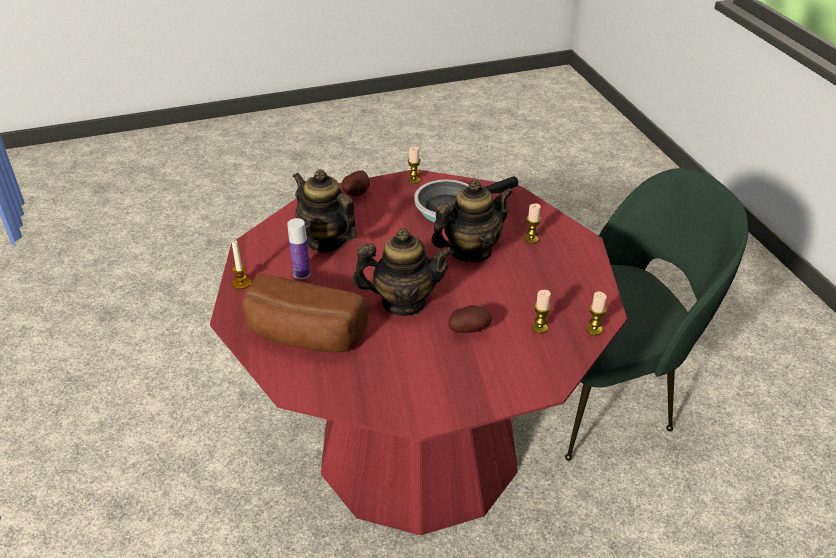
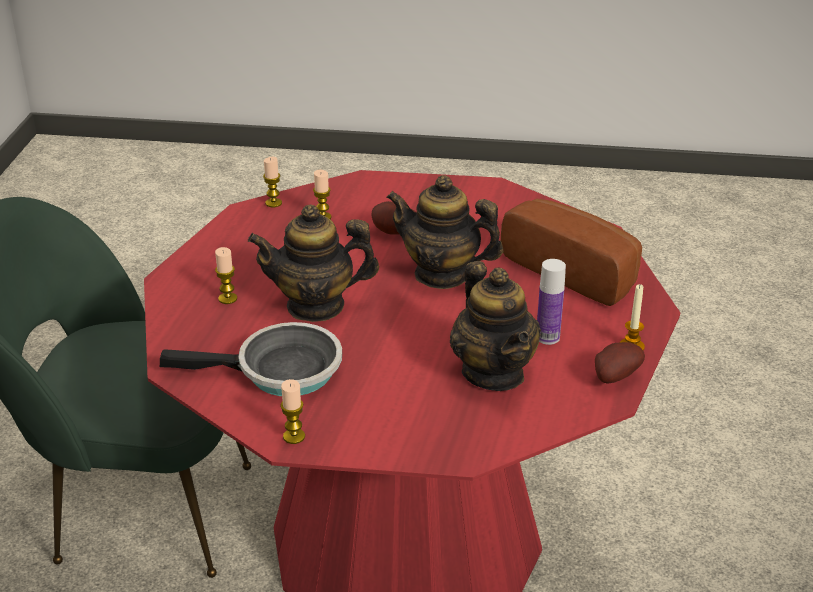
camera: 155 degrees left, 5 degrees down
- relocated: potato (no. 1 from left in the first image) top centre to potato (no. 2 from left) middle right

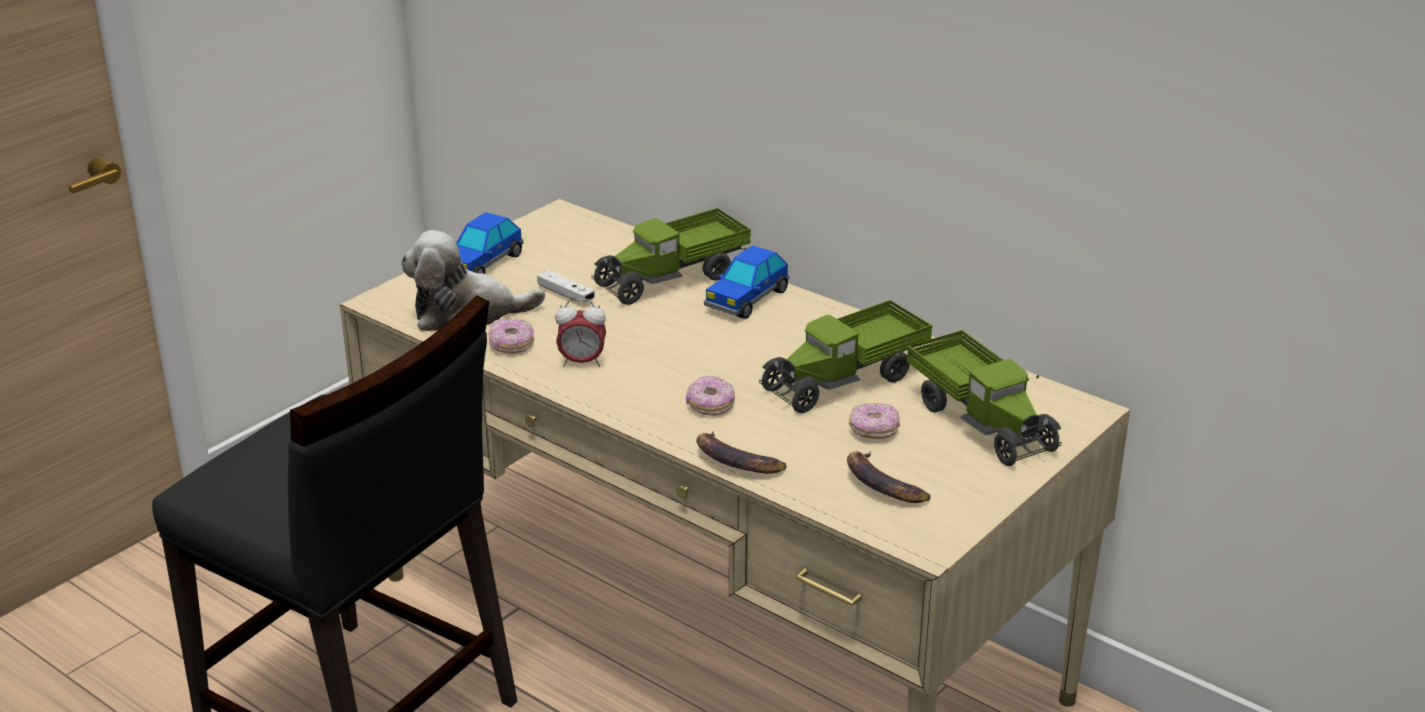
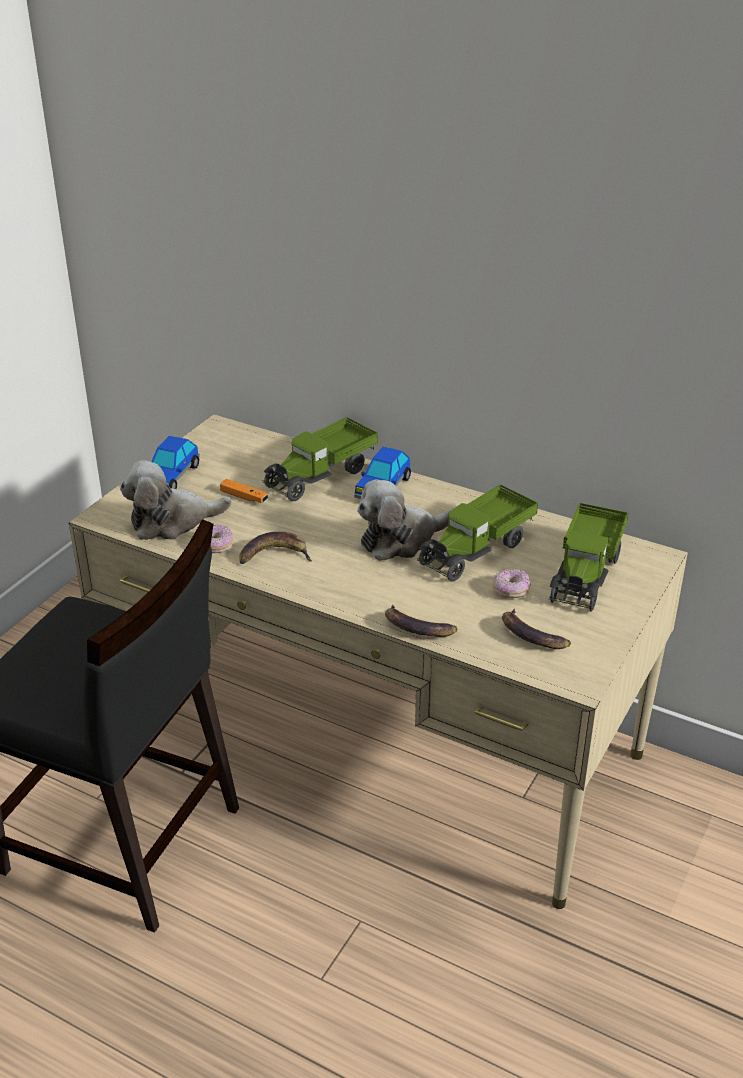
camera: 10 degrees left, 5 degrees up
- missing: doughnut (no. 2 from left) centre
- appeared: soft toy (no. 2 from left) centre
- exchanged: alarm clock centre to whole banana (no. 1 from left) centre
- colour: gamepad/white-coloured centre to gamepad/orangey middle left
- spun: toy truck (no. 3 from left) middle right = middle right 60 degrees clockwise

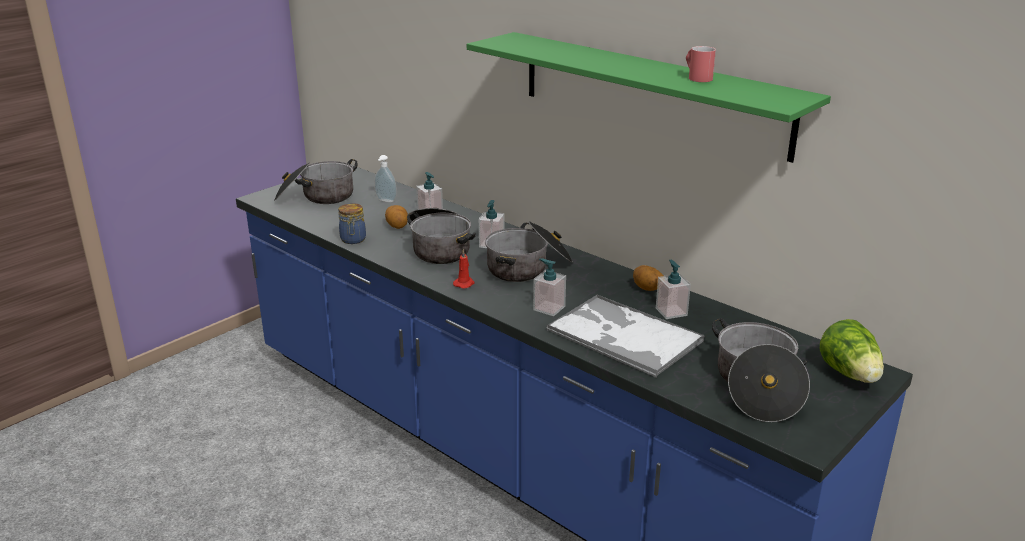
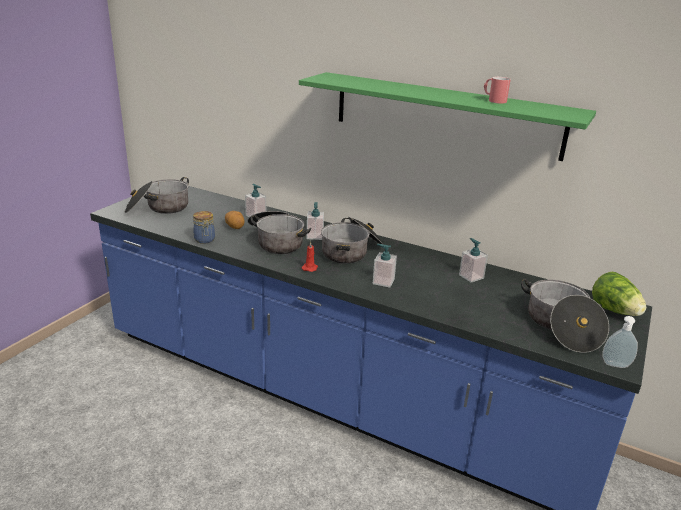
camera: 15 degrees left, 0 degrees up
- missing: serving tray centre
- missing: potato (no. 2 from left) centre
- relocated: soap bottle (no. 1 from left in the first image) top centre to soap bottle (no. 5 from left) bottom right

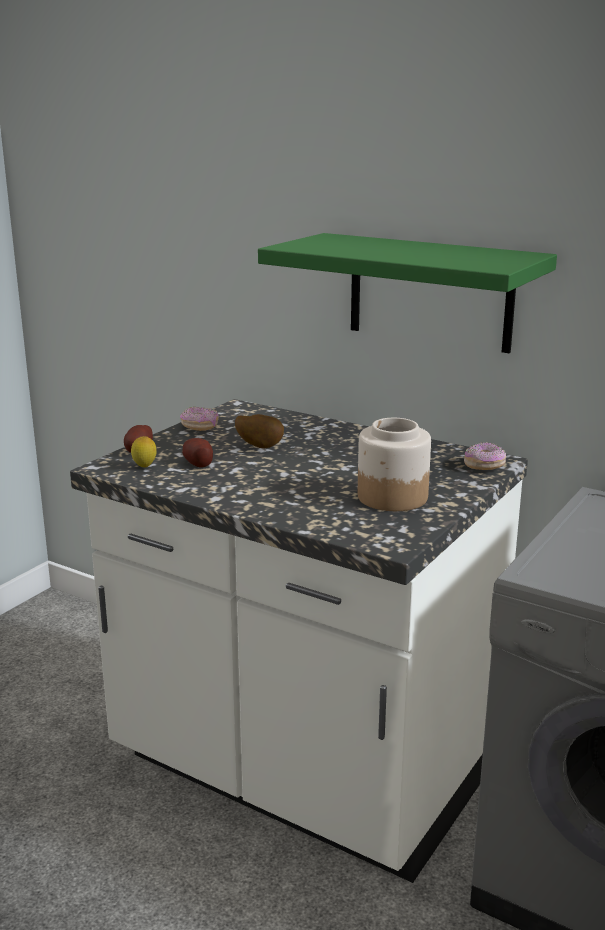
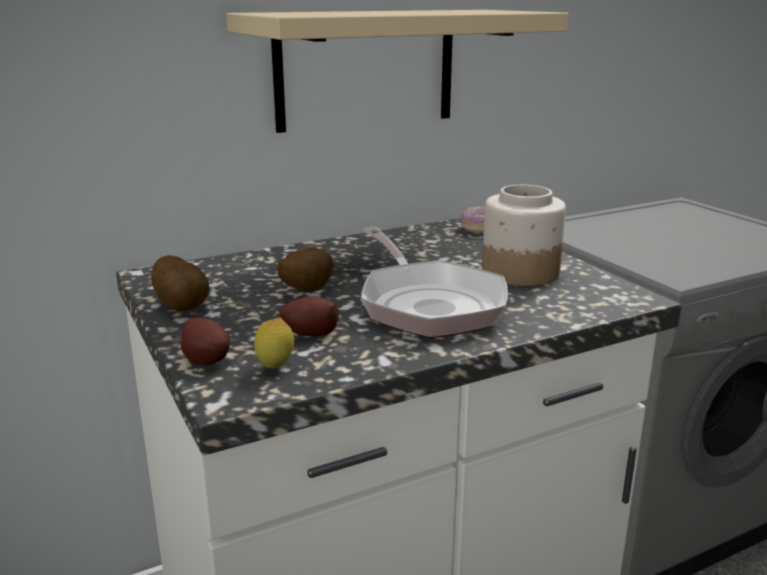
camera: 60 degrees left, 0 degrees up
- appeared: skillet centre
- exchanged: doughnut (no. 1 from left) middle left to potato (no. 1 from left) middle left
- colour: wall shelf/green top right to wall shelf/sand-coloured top centre

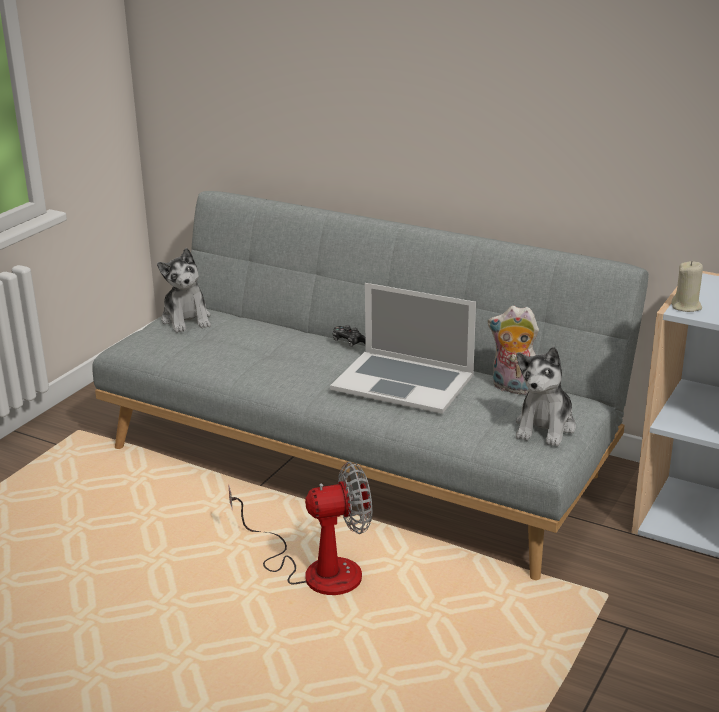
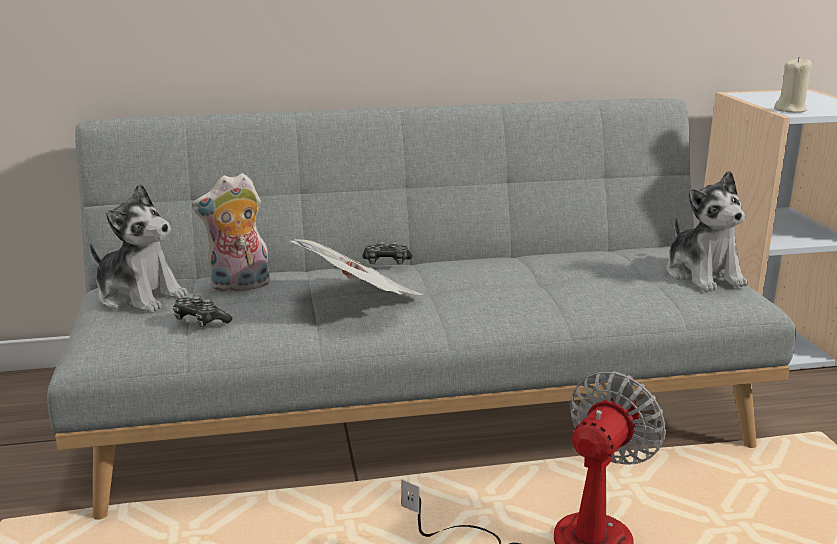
camera: 40 degrees left, 5 degrees down
- missing: portable computer centre
- appeared: gamepad (no. 1 from left) middle left
- appeared: printed paper centre
- relocated: soft toy (no. 2 from left) middle right to middle left

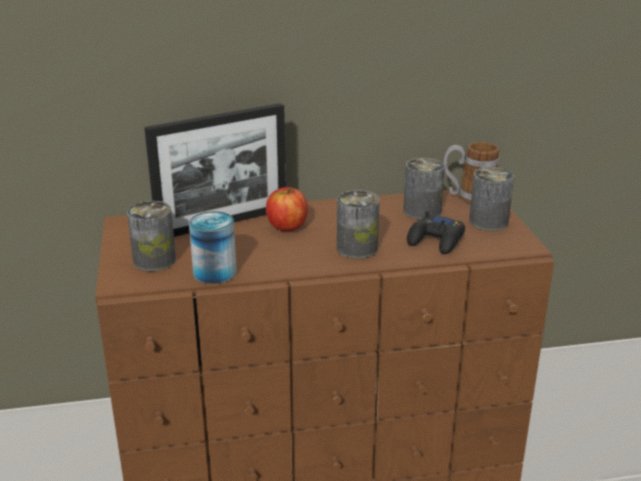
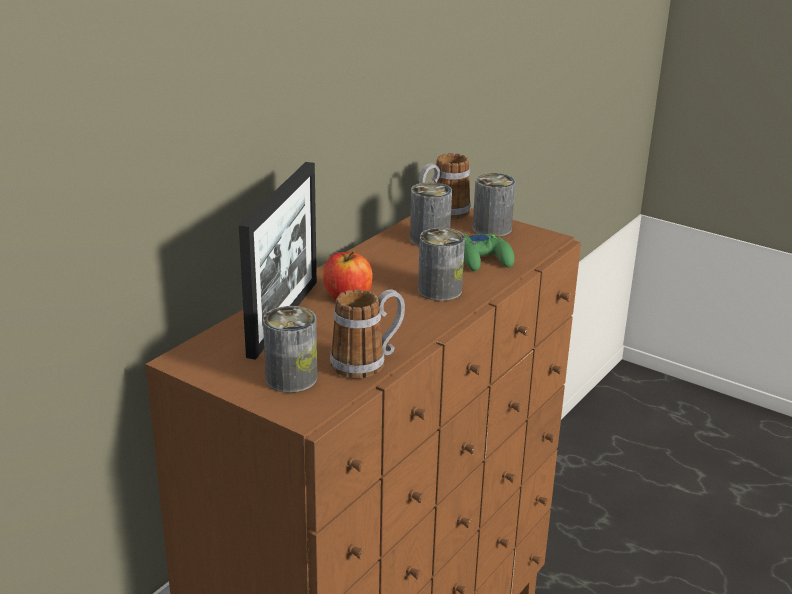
camera: 45 degrees left, 0 degrees up
- exchanged: metal can (no. 2 from left) middle left to coffee mug (no. 1 from left) centre
- colour: gamepad/black middle right to gamepad/green centre

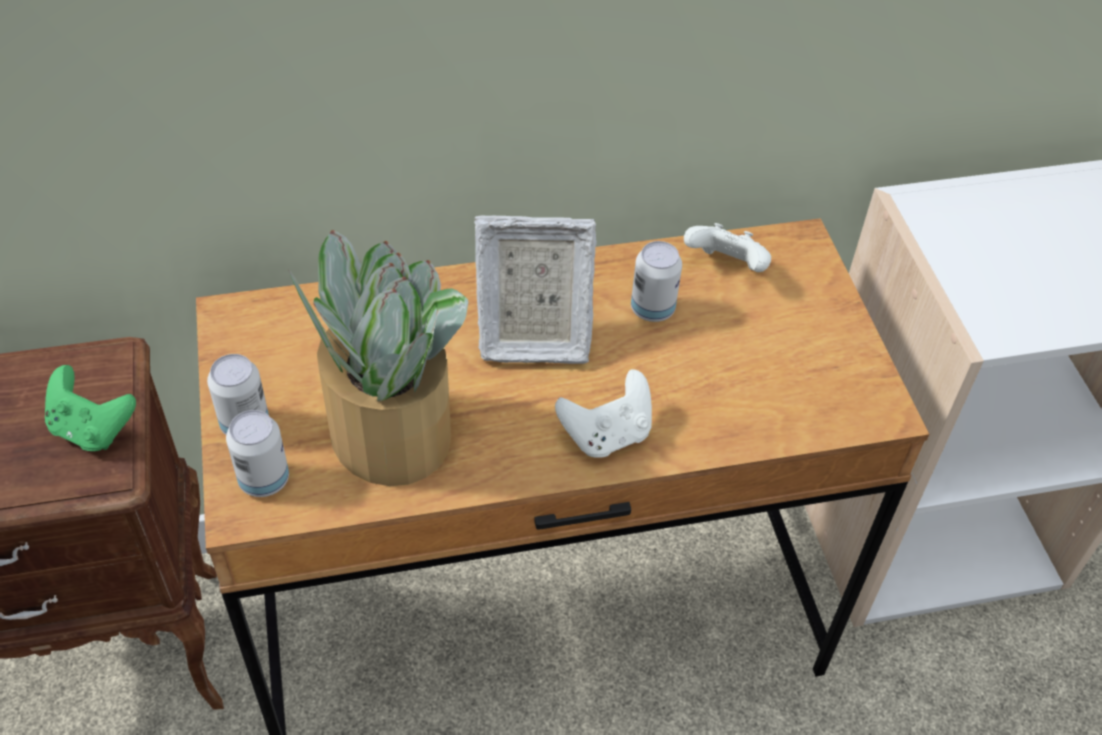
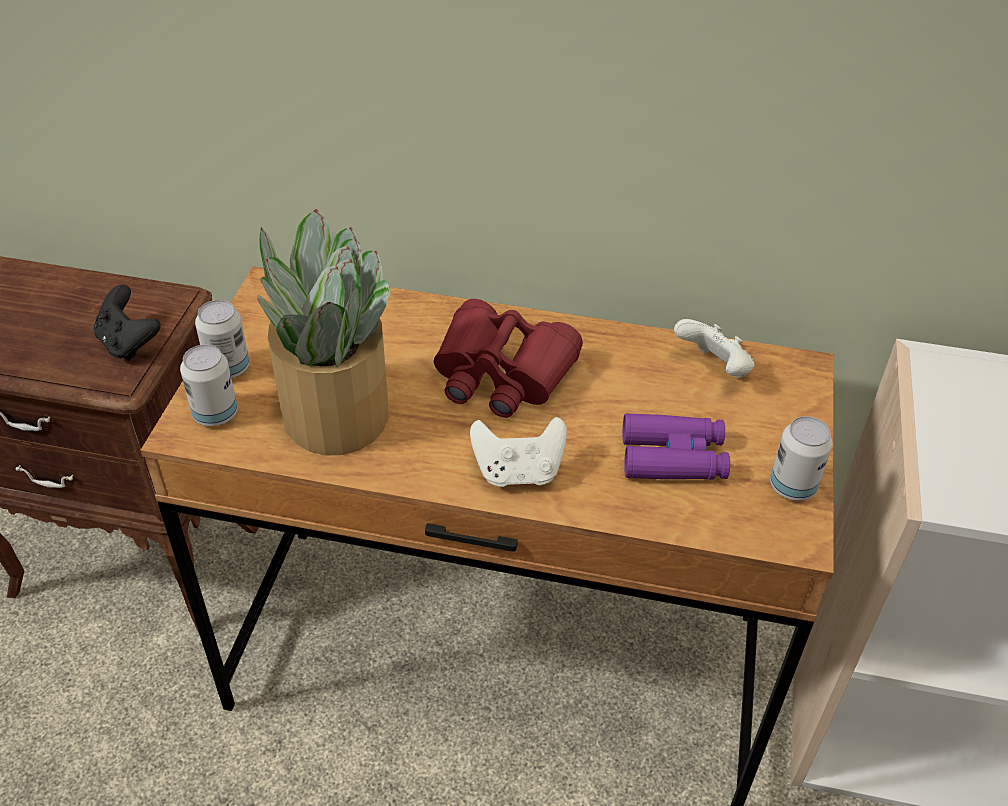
camera: 25 degrees right, 5 degrees down
- appeared: field glasses/purple middle right
- relocated: metal can (no. 3 from left) centre to middle right
- exchanged: standing frame centre to field glasses/red centre
- colour: gamepad/green middle left to gamepad/black middle left

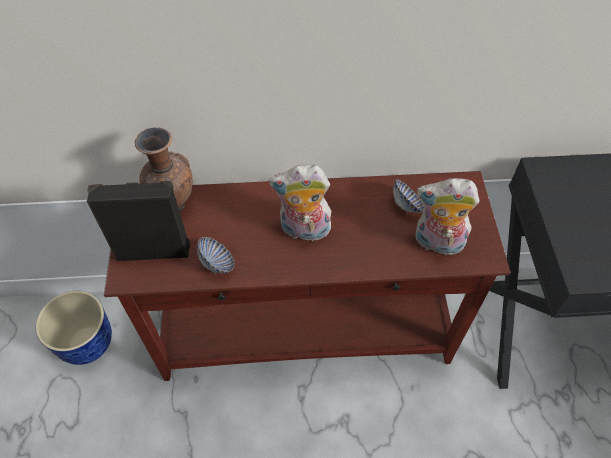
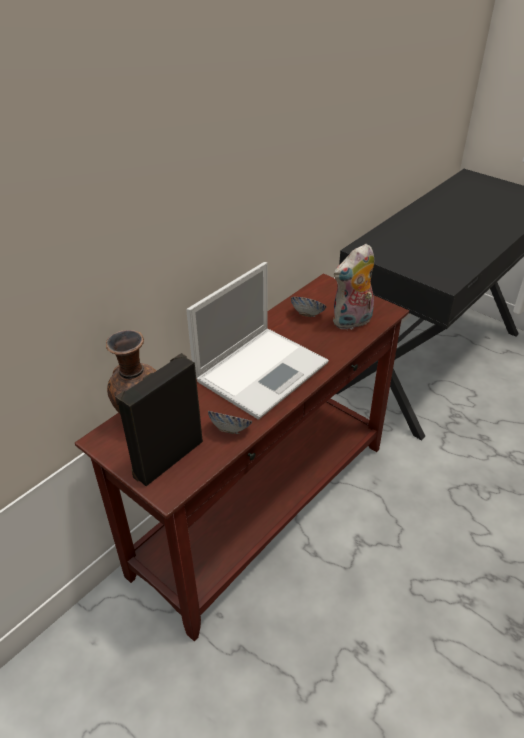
camera: 45 degrees left, 15 degrees down
- missing: planter bottom left
- exchanged: soft toy (no. 1 from left) centre to portable computer centre

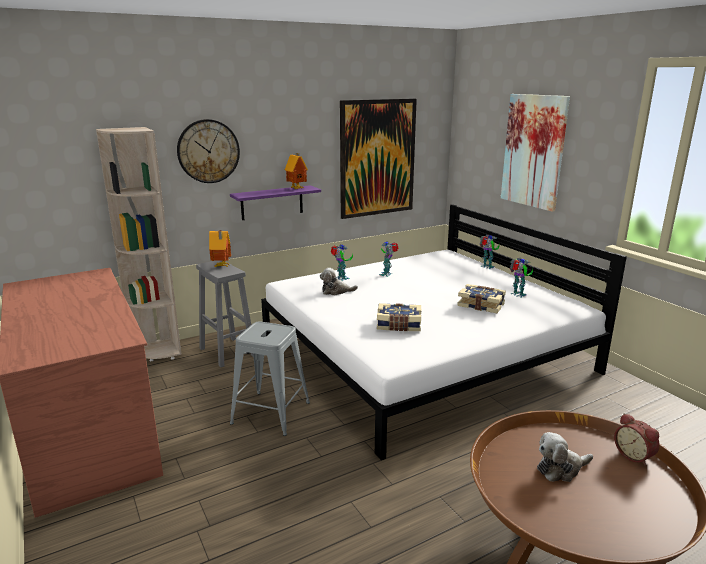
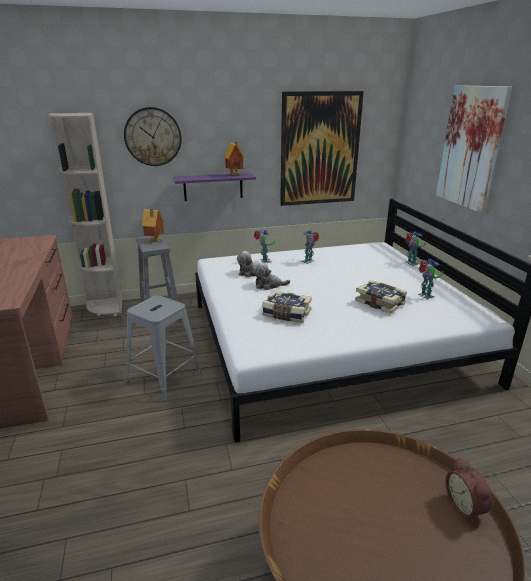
camera: 15 degrees right, 5 degrees up
- relocated: soft toy (no. 2 from left) bottom right to centre

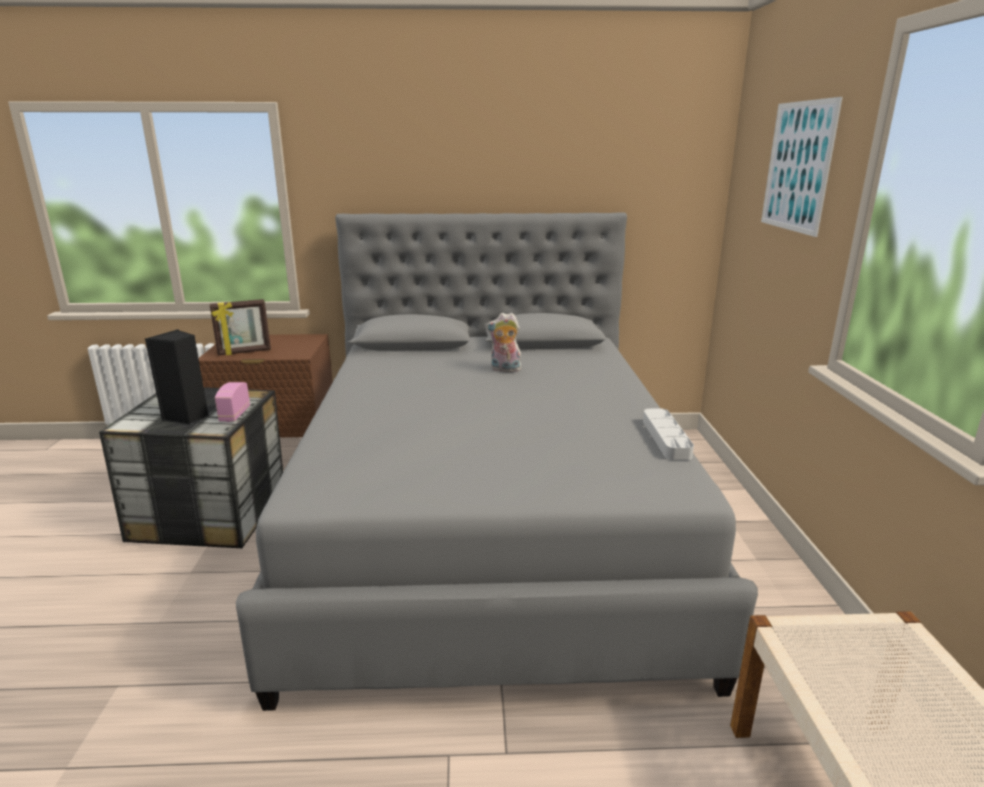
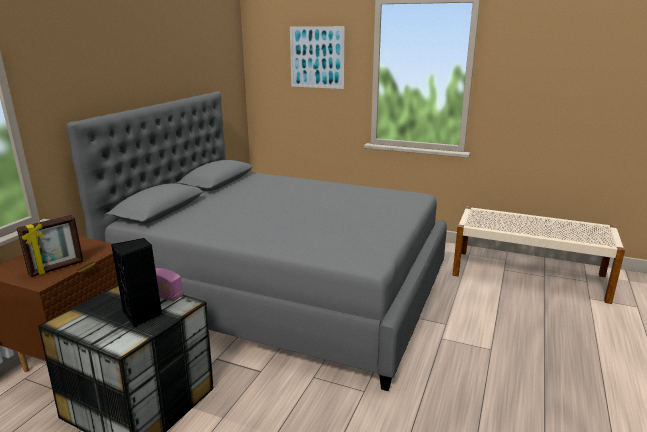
camera: 65 degrees left, 0 degrees up
- missing: soft toy centre
- missing: serving tray/greyish middle right
- spun: standing frame middle left = middle left 45 degrees clockwise

